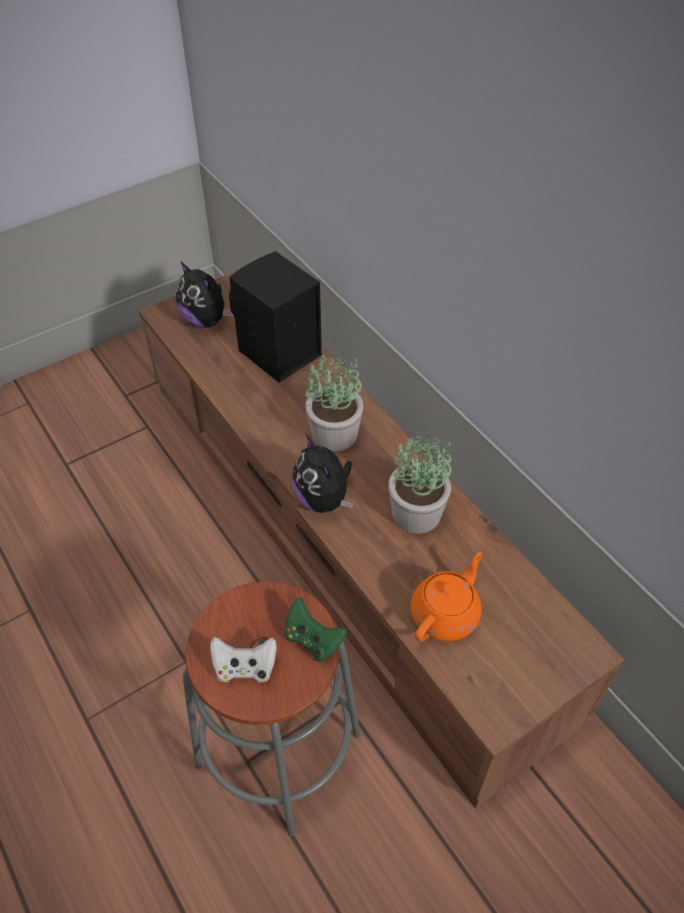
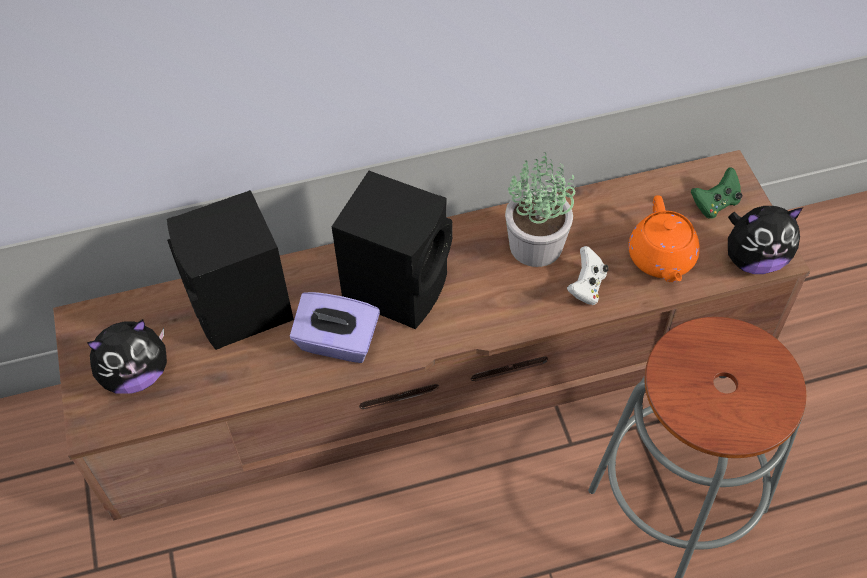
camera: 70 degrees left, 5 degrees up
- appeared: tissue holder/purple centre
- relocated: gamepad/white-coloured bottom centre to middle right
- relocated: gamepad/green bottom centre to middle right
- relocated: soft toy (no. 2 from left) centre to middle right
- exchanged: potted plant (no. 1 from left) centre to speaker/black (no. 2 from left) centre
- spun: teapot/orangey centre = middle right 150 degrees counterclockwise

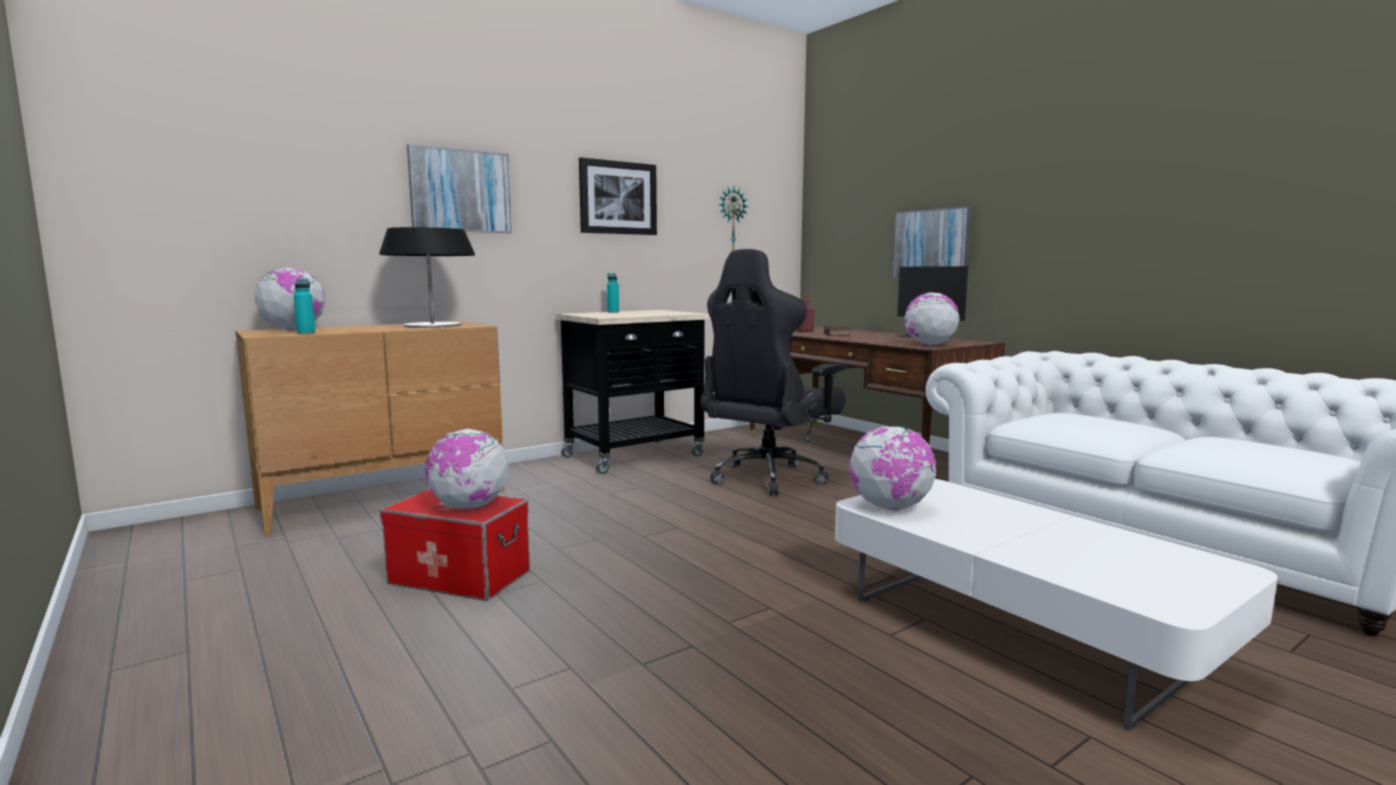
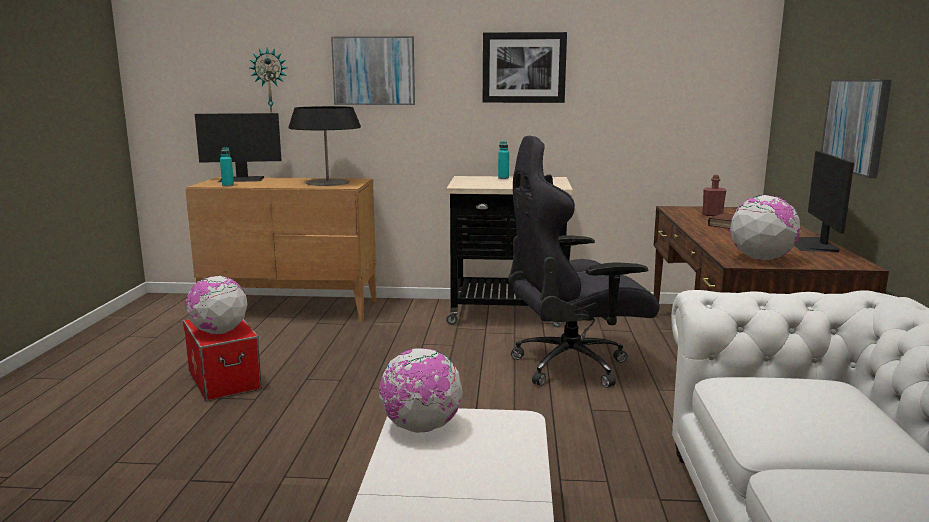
camera: 40 degrees right, 5 degrees up
- relocated: hanging clock top centre to top left
- exchanged: world globe (no. 1 from left) middle left to computer screen (no. 1 from left) top left

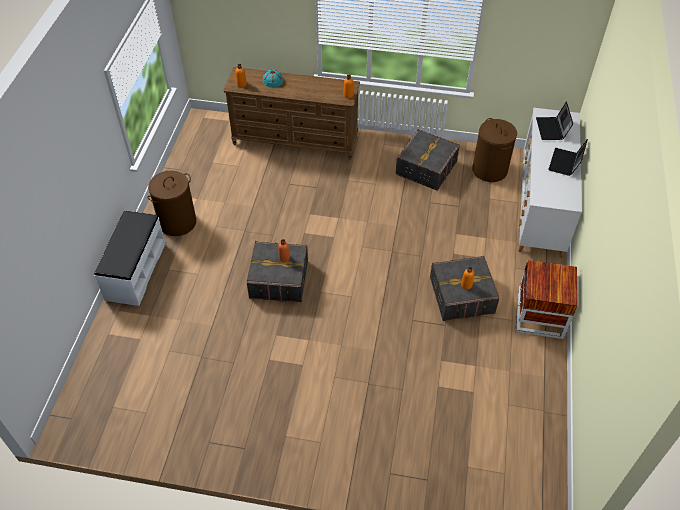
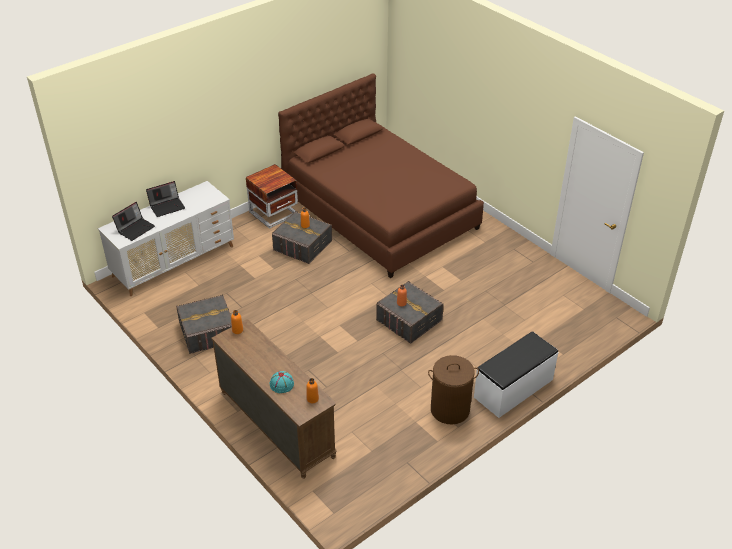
camera: 140 degrees left, 10 degrees down
- missing: washing basket/brown (no. 2 from left) top right
- appeared: bedroom bed/brown top centre

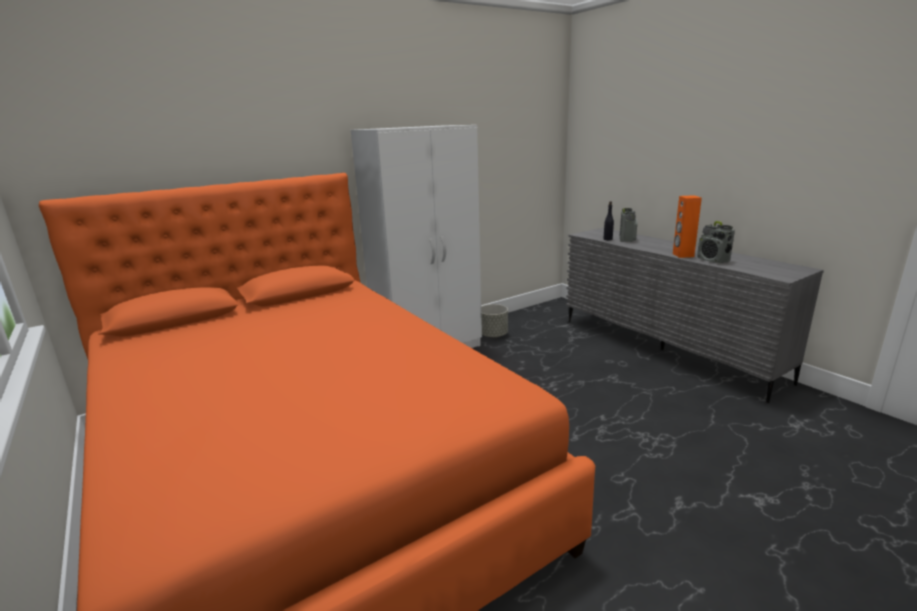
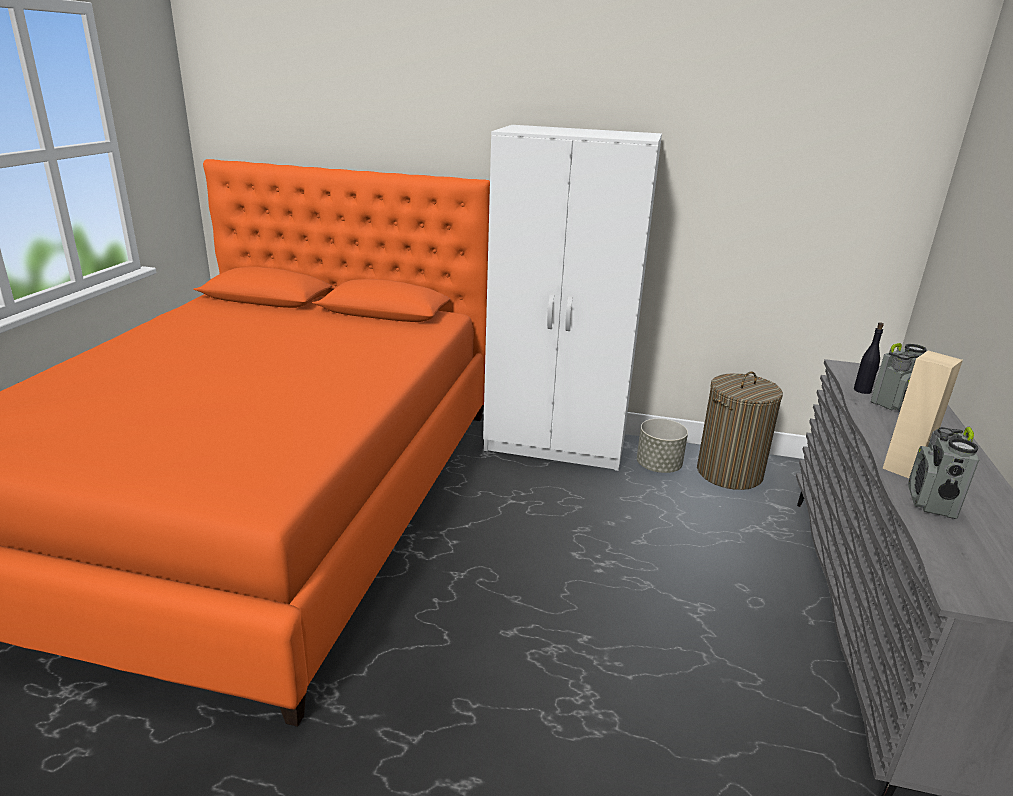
camera: 45 degrees right, 5 degrees up
- appeared: washing basket middle right
- colour: speaker/orangey middle right to speaker/sand-coloured middle right

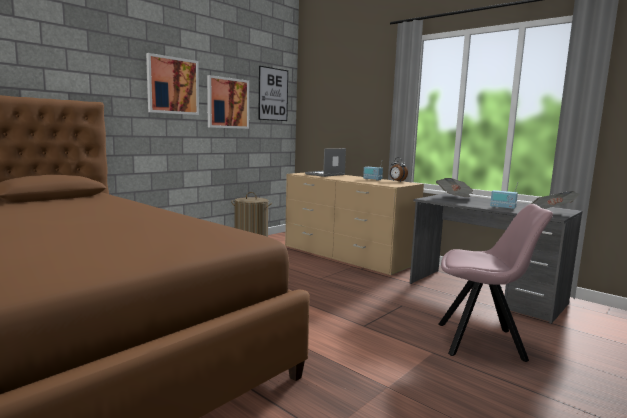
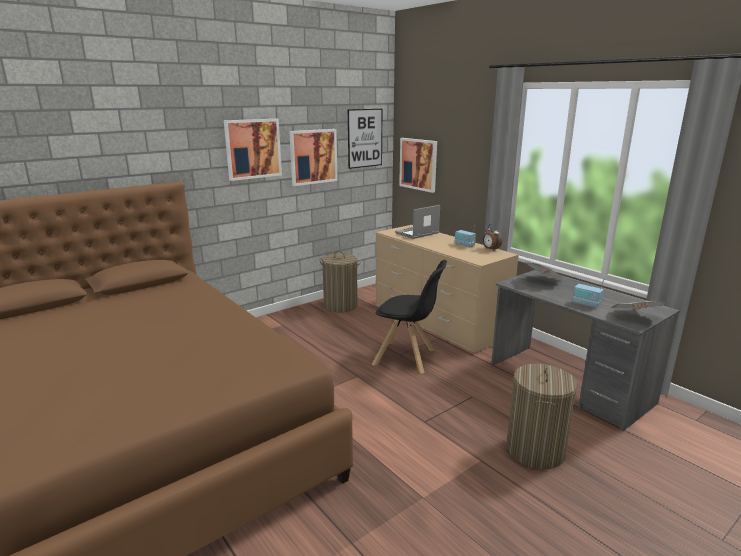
camera: 10 degrees right, 10 degrees up
- appeared: plain chair/black centre
- appeared: picture (no. 4 from left) top centre
- exchanged: plain chair/pink bottom right to washing basket (no. 2 from left) bottom right

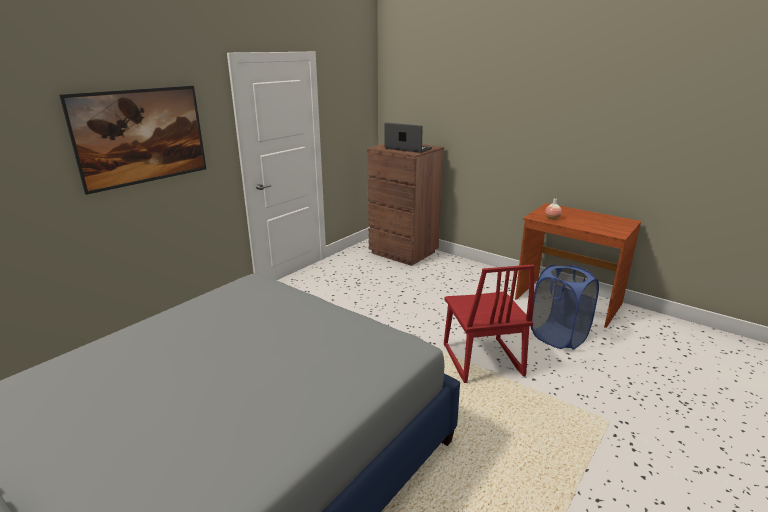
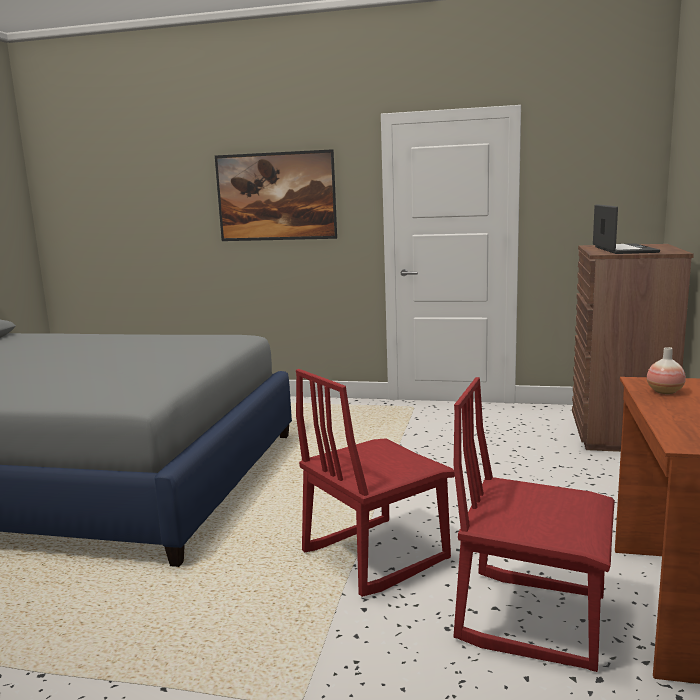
camera: 65 degrees right, 10 degrees down
- exchanged: washing basket/blue middle right to plain chair/red (no. 2 from left) bottom right

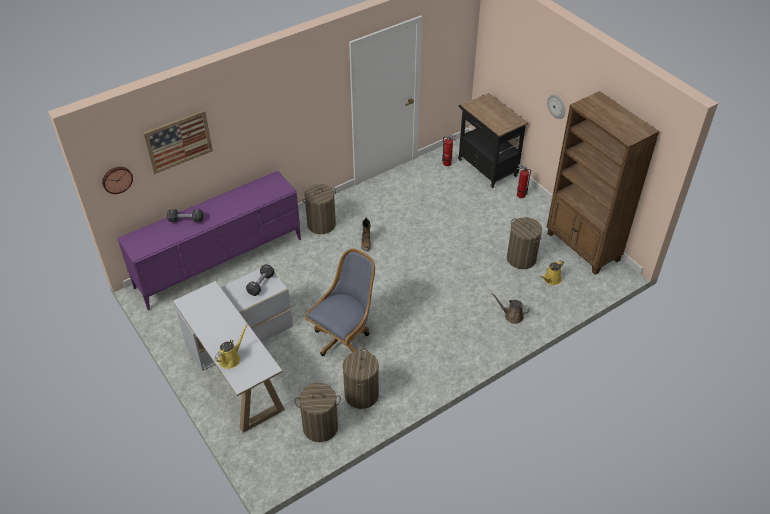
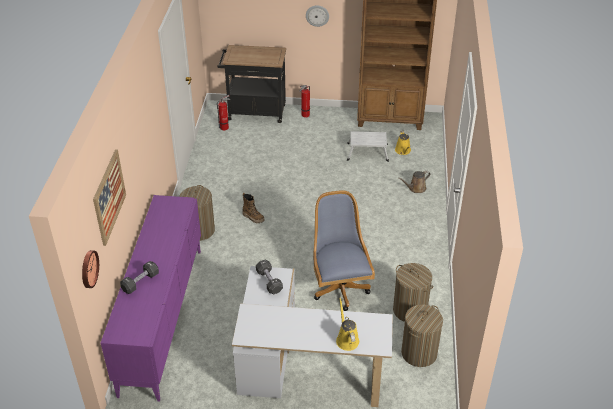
camera: 50 degrees left, 5 degrees down
- exchanged: washing basket (no. 4 from left) middle right to step stool/white-coloured centre

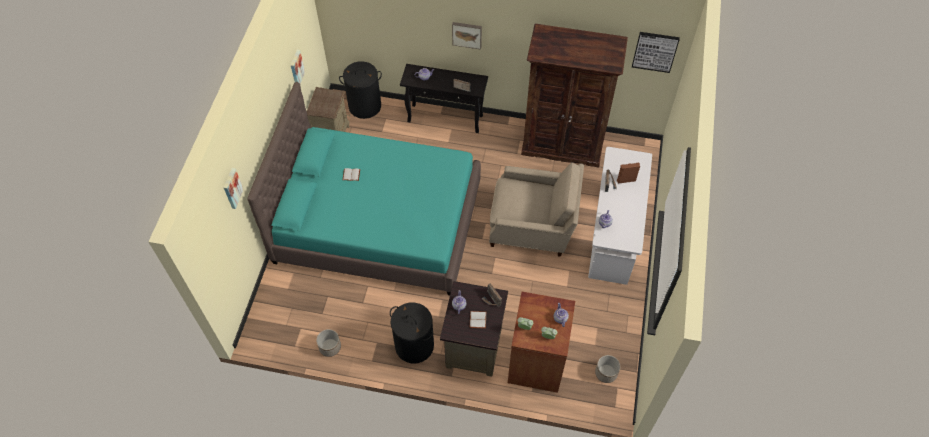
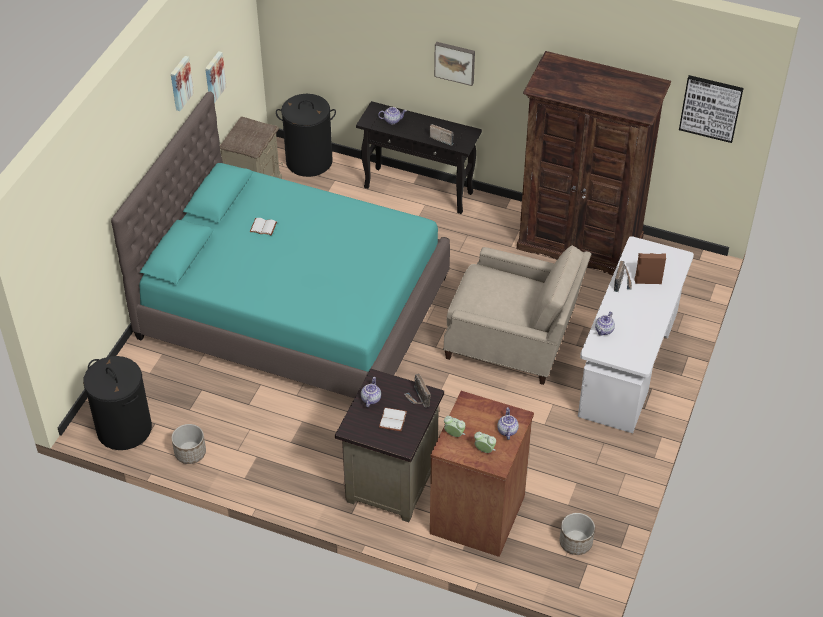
camera: 10 degrees right, 10 degrees down
- relocated: picture (no. 1 from left) middle left to top left
- relocated: washing basket/black (no. 2 from left in the first image) bottom centre to washing basket/black (no. 1 from left) middle left

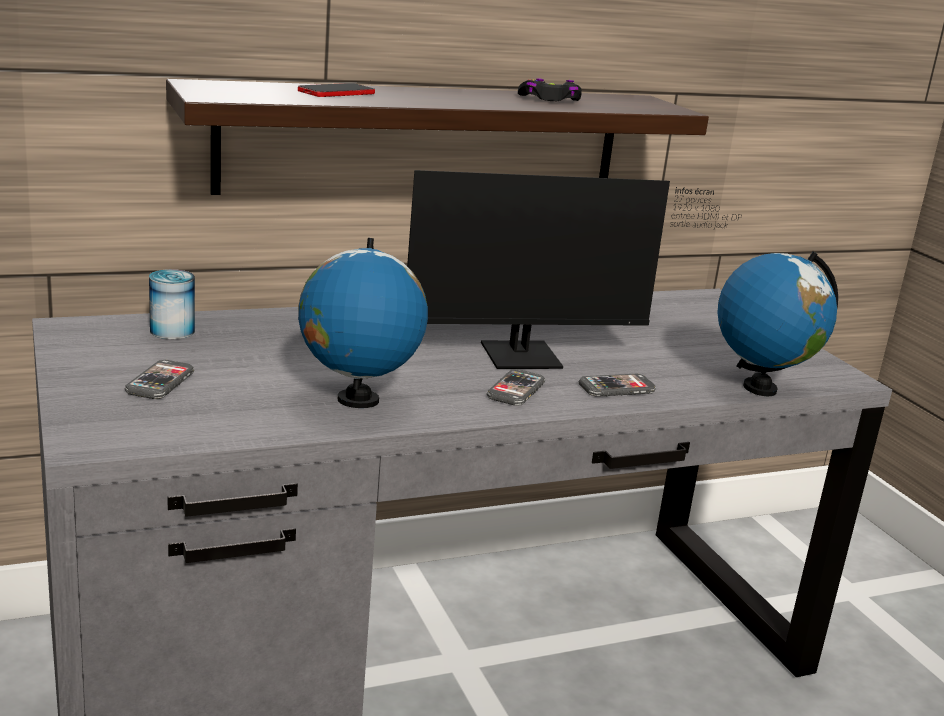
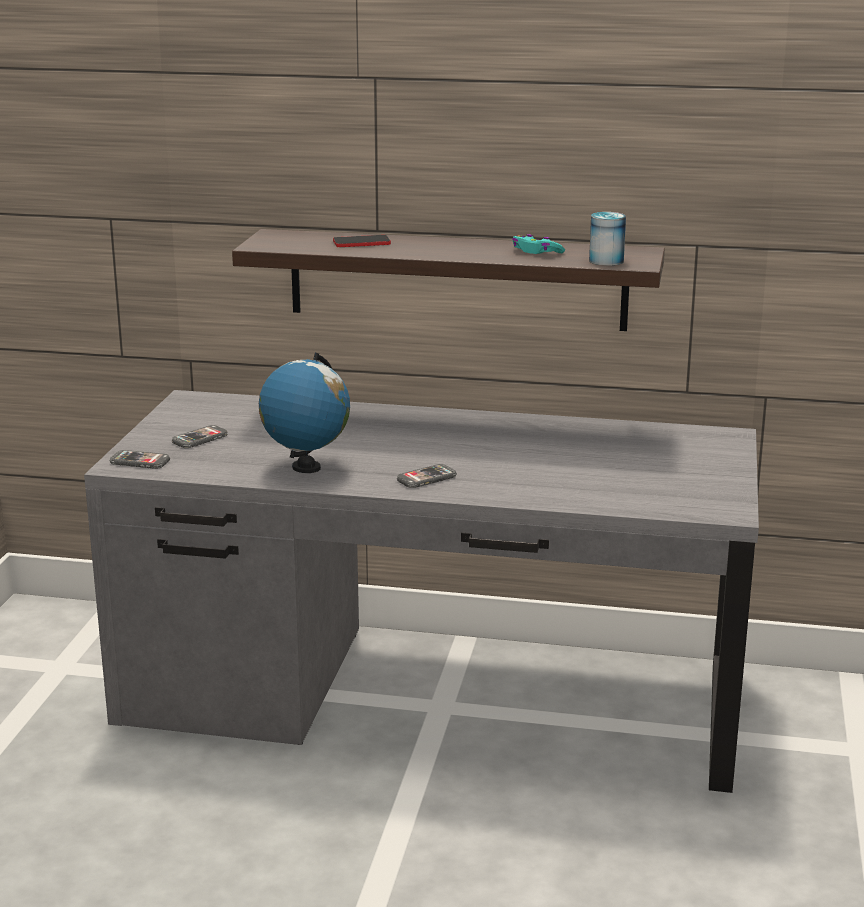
camera: 35 degrees right, 0 degrees up
- missing: computer screen centre
- missing: world globe (no. 2 from left) middle right
- relocated: metal can middle left to top right
- relocated: phone (no. 4 from left in the first image) centre to phone (no. 1 from left) middle left
- colour: gamepad/black top centre to gamepad/turquoise top centre

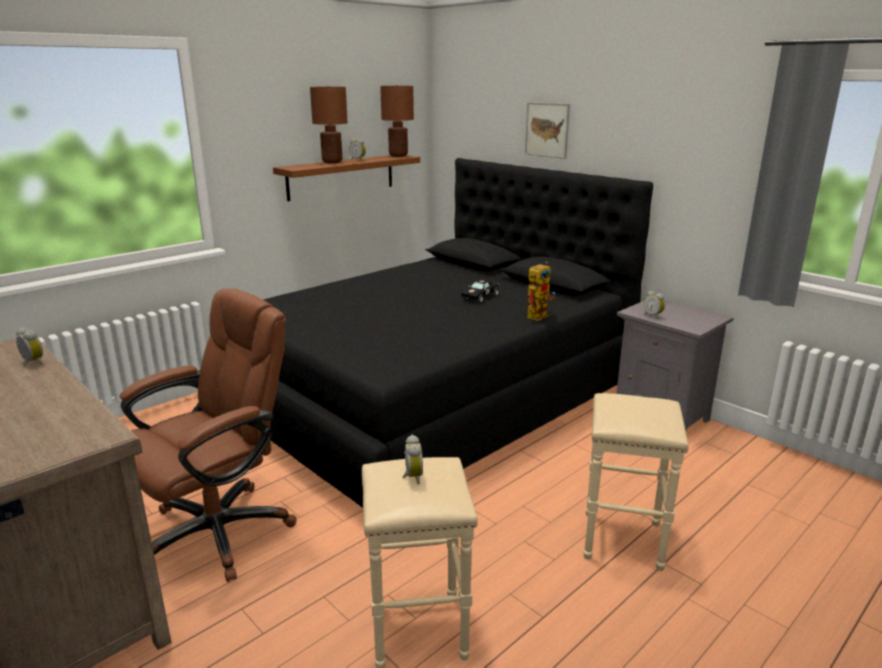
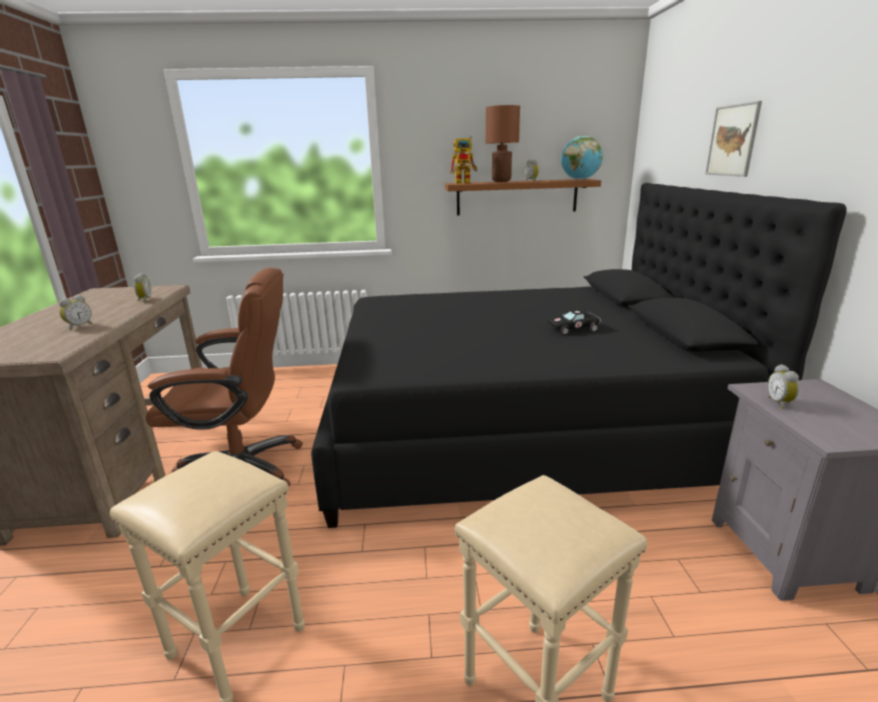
camera: 40 degrees right, 0 degrees up
- relocated: alarm clock (no. 3 from left in the first image) bottom centre to alarm clock (no. 1 from left) middle left
- relocated: robot figure centre to top centre
- exchanged: lamp for a table/brown (no. 2 from left) top centre to world globe top centre

